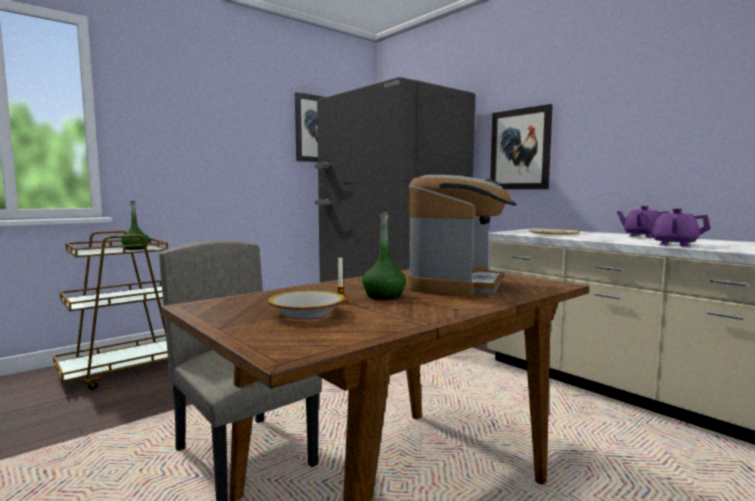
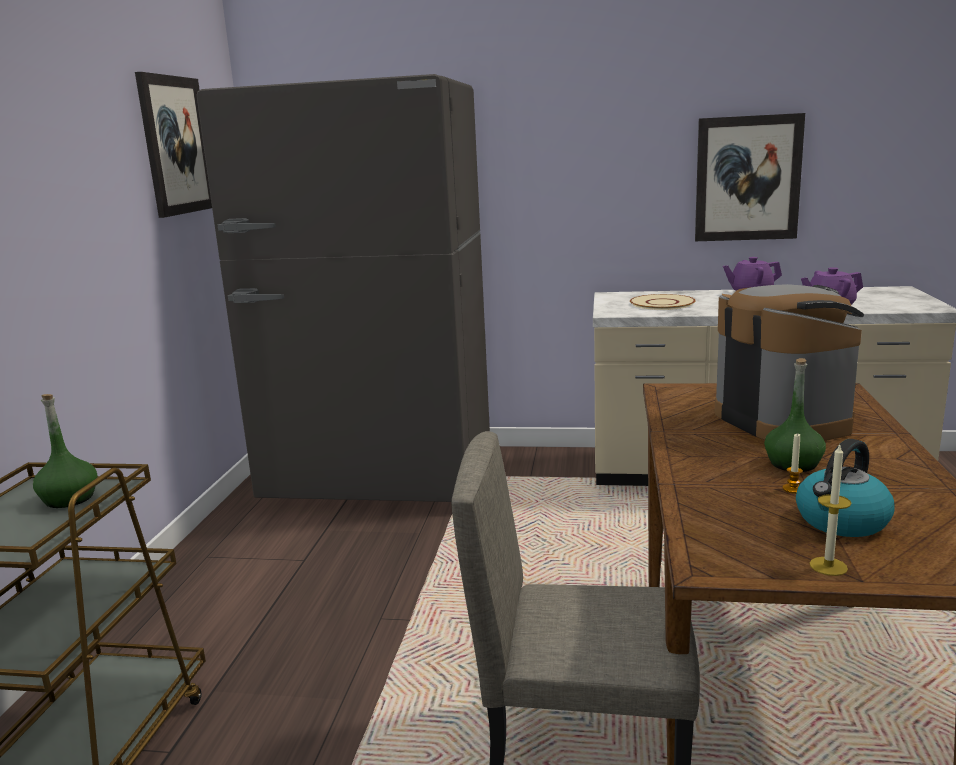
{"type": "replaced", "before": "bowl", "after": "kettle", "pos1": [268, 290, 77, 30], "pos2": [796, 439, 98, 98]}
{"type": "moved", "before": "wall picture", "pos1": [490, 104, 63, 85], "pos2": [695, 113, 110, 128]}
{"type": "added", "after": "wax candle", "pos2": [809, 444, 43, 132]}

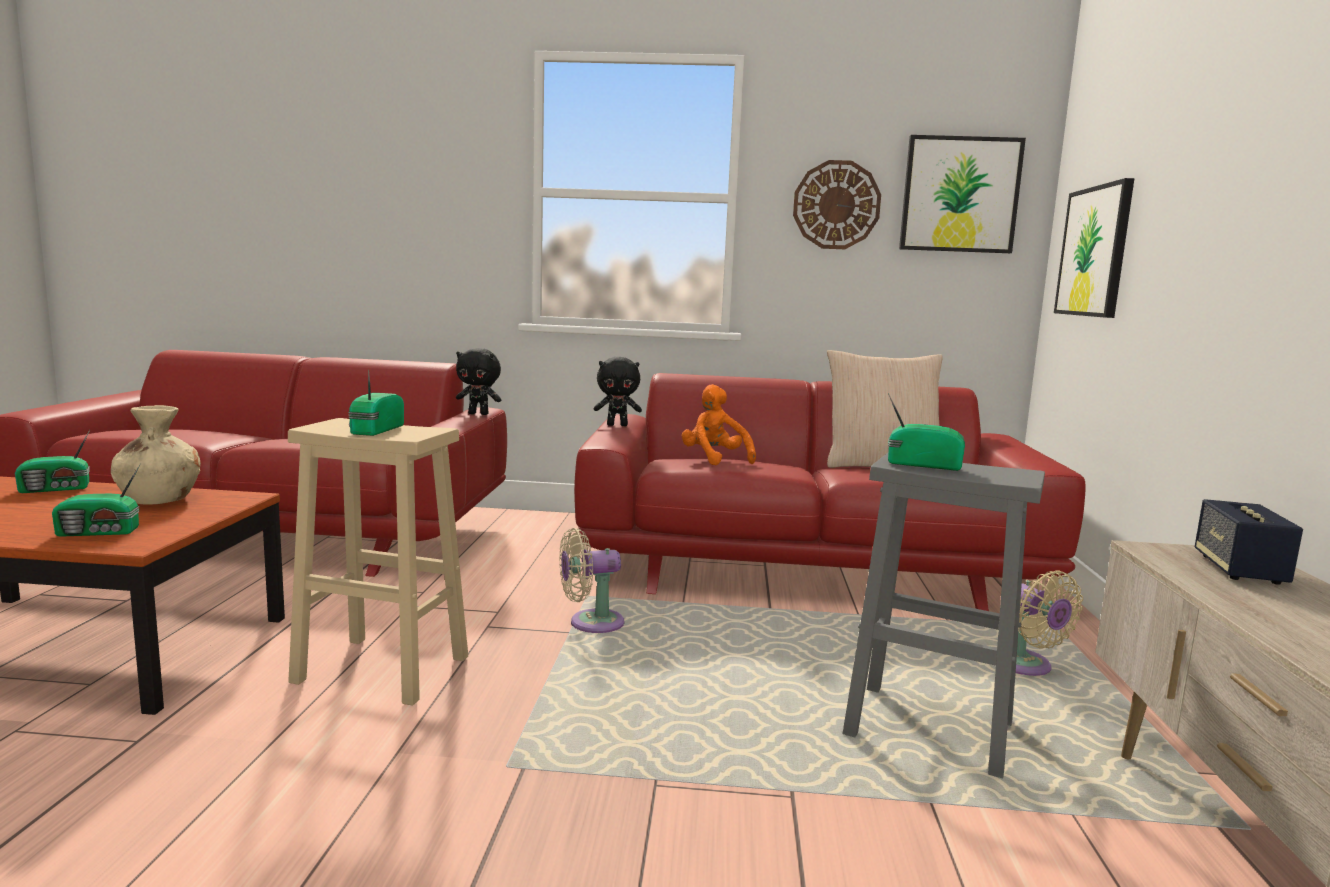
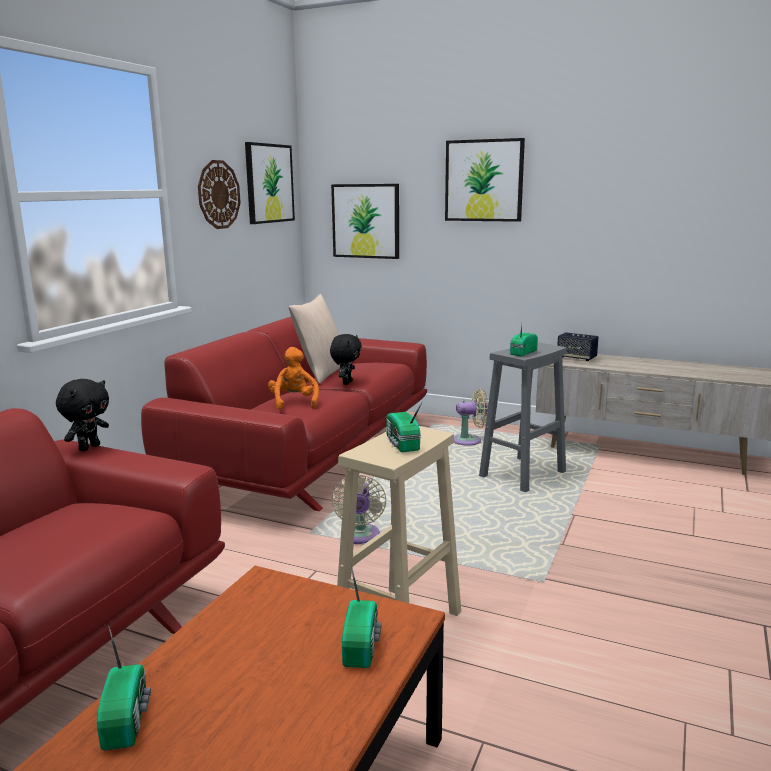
{"type": "removed", "before": "vase in beige-coloured", "pos1": [111, 405, 90, 100]}
{"type": "turned", "before": "radio", "pos1": [348, 370, 56, 66], "pos2": [386, 401, 37, 51], "turn": 45}
{"type": "moved", "before": "plush toy in black-coloured", "pos1": [594, 357, 48, 69], "pos2": [330, 334, 32, 51]}
{"type": "turned", "before": "plush toy in orange-coloured", "pos1": [682, 384, 74, 82], "pos2": [268, 347, 51, 63], "turn": 90}
{"type": "added", "after": "wall picture", "pos2": [445, 138, 80, 84]}

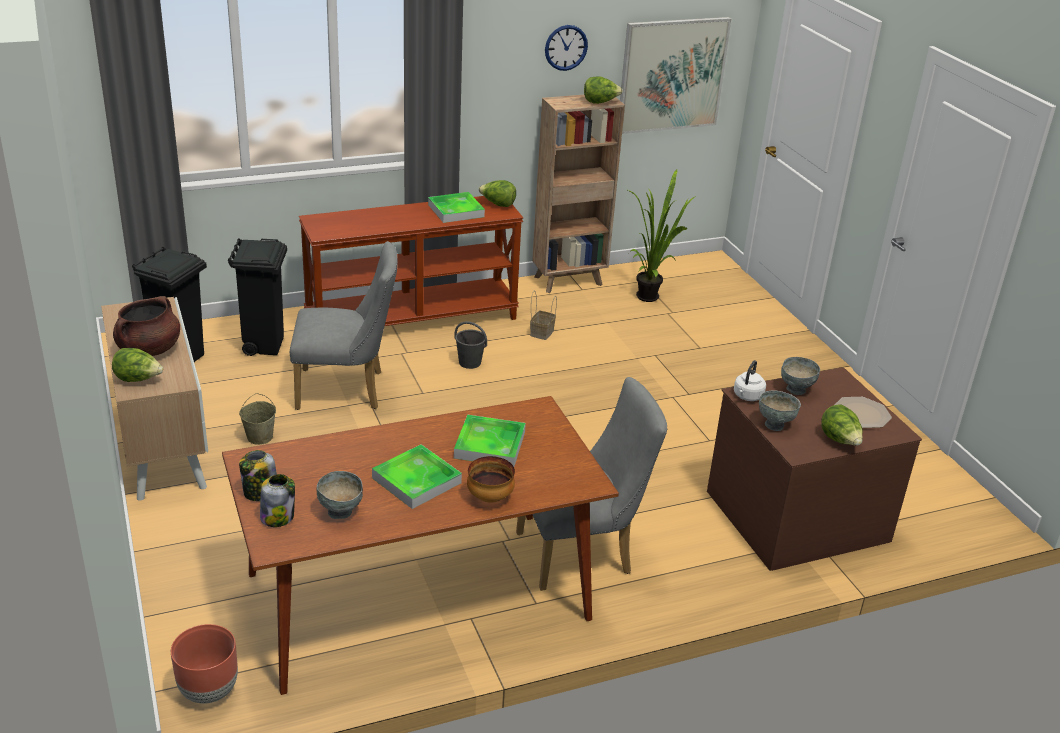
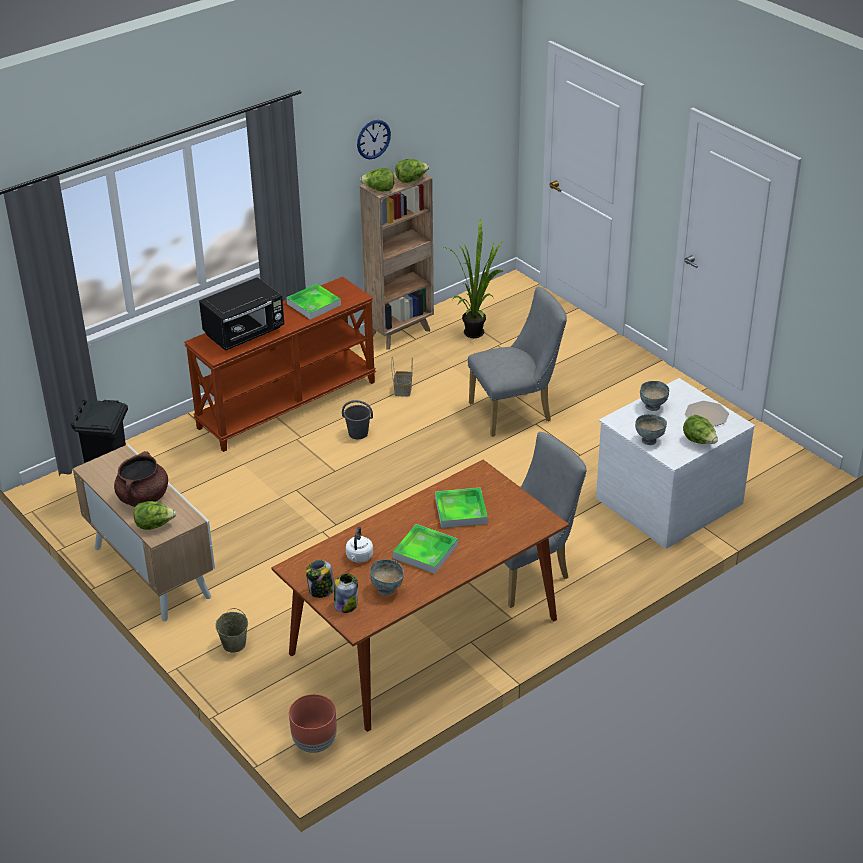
{"type": "removed", "before": "waste bin in black-coloured", "pos1": [228, 238, 59, 118]}
{"type": "moved", "before": "bucket in beige-coloured", "pos1": [239, 393, 37, 52], "pos2": [215, 608, 33, 45]}
{"type": "moved", "before": "plain chair in gray", "pos1": [290, 241, 108, 169], "pos2": [468, 287, 99, 150]}
{"type": "removed", "before": "bowl", "pos1": [467, 456, 48, 47]}
{"type": "moved", "before": "head of lettuce", "pos1": [479, 180, 37, 27], "pos2": [360, 168, 35, 23]}
{"type": "removed", "before": "wall picture", "pos1": [620, 17, 111, 117]}
{"type": "recoloured", "before": "chest of drawers in brown-coloured", "after": "chest of drawers in white", "pos1": [707, 367, 215, 204], "pos2": [596, 378, 159, 171]}
{"type": "moved", "before": "kettle in white", "pos1": [734, 360, 32, 41], "pos2": [346, 527, 27, 35]}
{"type": "added", "after": "microwave oven in black-coloured", "pos2": [199, 277, 85, 74]}

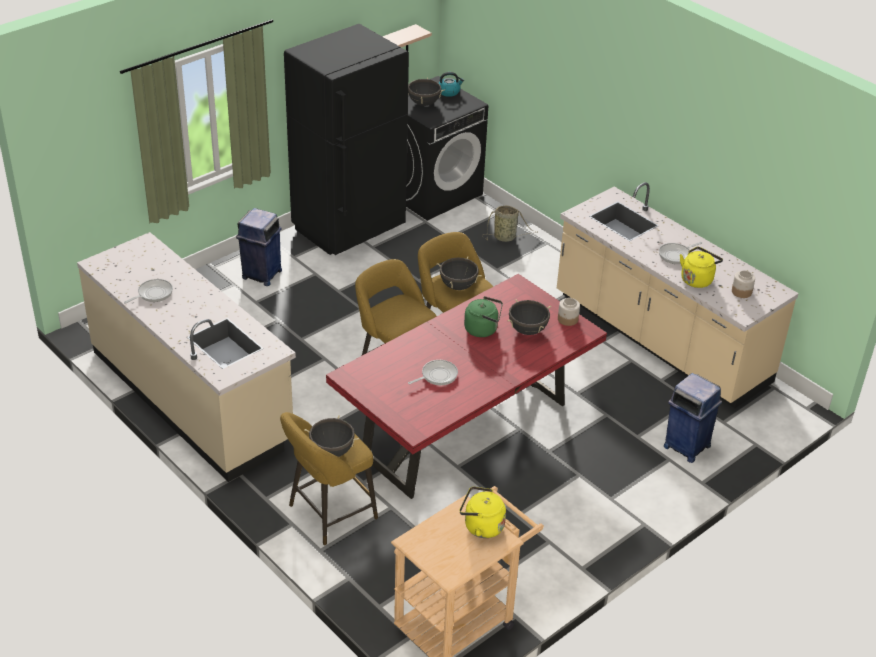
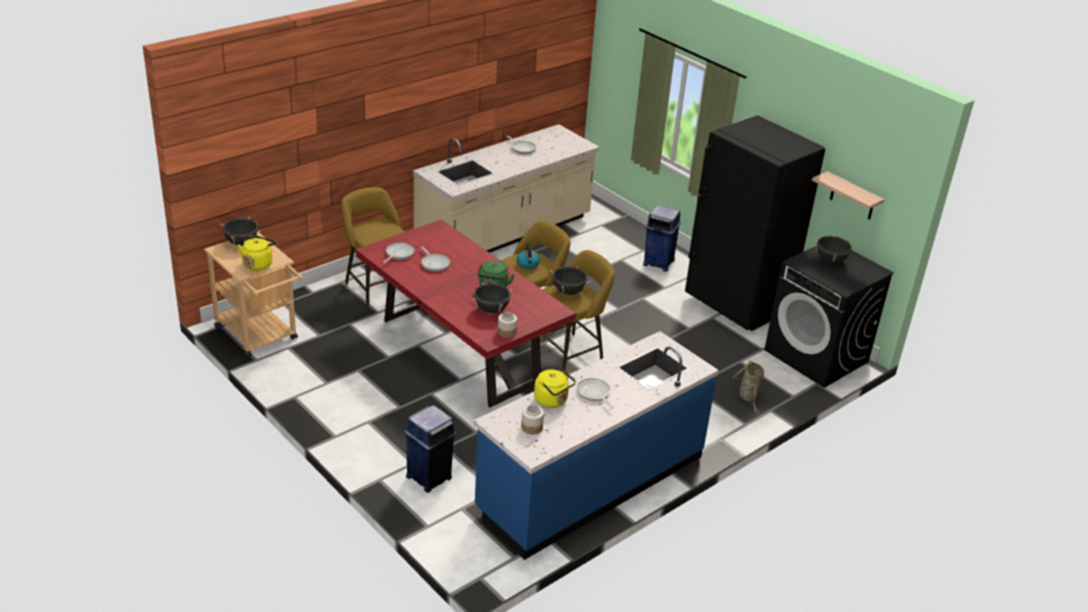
{"type": "moved", "before": "saucepot in black-coloured", "pos1": [304, 415, 55, 42], "pos2": [220, 217, 41, 29]}
{"type": "moved", "before": "kettle", "pos1": [439, 72, 25, 25], "pos2": [517, 243, 23, 26]}
{"type": "recoloured", "before": "kitchen base unit in beige-coloured", "after": "kitchen base unit in blue", "pos1": [557, 182, 242, 226], "pos2": [473, 331, 246, 229]}
{"type": "added", "after": "frying pan", "pos2": [383, 242, 32, 21]}

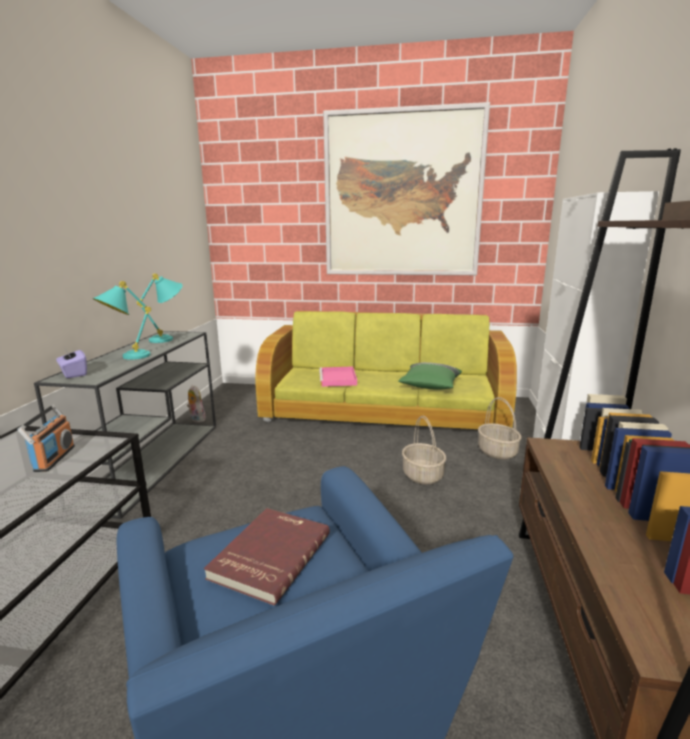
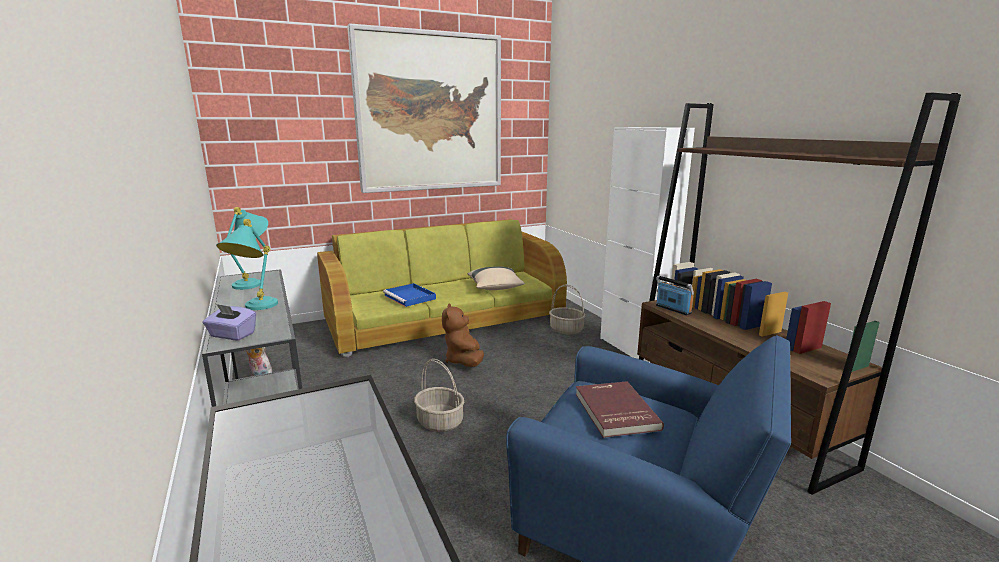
{"type": "moved", "before": "radio", "pos1": [17, 405, 58, 67], "pos2": [656, 276, 38, 39]}
{"type": "recoloured", "before": "carrying tray in pink", "after": "carrying tray in blue", "pos1": [319, 366, 38, 21], "pos2": [383, 283, 53, 24]}
{"type": "recoloured", "before": "pillow in greenish", "after": "pillow in beige-coloured", "pos1": [398, 362, 64, 28], "pos2": [468, 267, 57, 23]}
{"type": "moved", "before": "storage basket", "pos1": [402, 416, 44, 69], "pos2": [414, 359, 50, 73]}
{"type": "added", "after": "plush toy in brown-coloured", "pos2": [442, 303, 42, 64]}

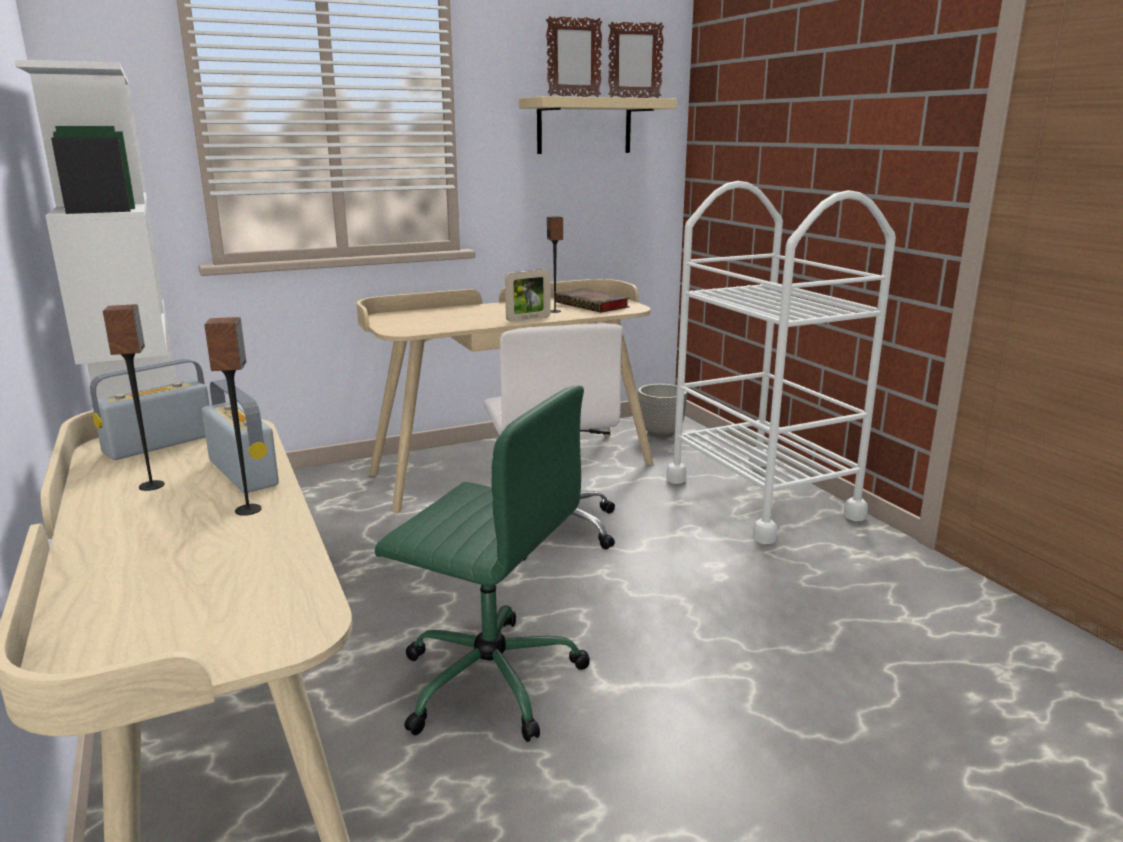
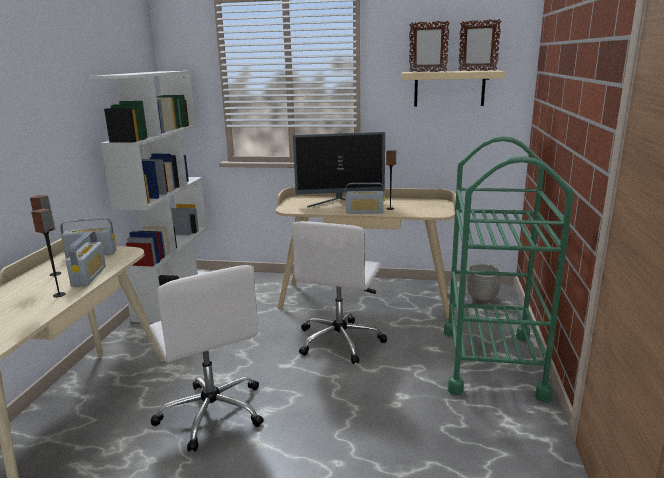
{"type": "recoloured", "before": "office chair in greenish", "after": "office chair in white", "pos1": [375, 386, 215, 356], "pos2": [149, 265, 115, 187]}
{"type": "replaced", "before": "picture frame", "after": "radio", "pos1": [505, 269, 45, 53], "pos2": [345, 183, 40, 31]}
{"type": "removed", "before": "volume", "pos1": [556, 288, 74, 25]}
{"type": "recoloured", "before": "cart in white", "after": "cart in greenish", "pos1": [666, 181, 230, 363], "pos2": [444, 136, 130, 266]}
{"type": "added", "after": "computer screen", "pos2": [293, 132, 92, 76]}

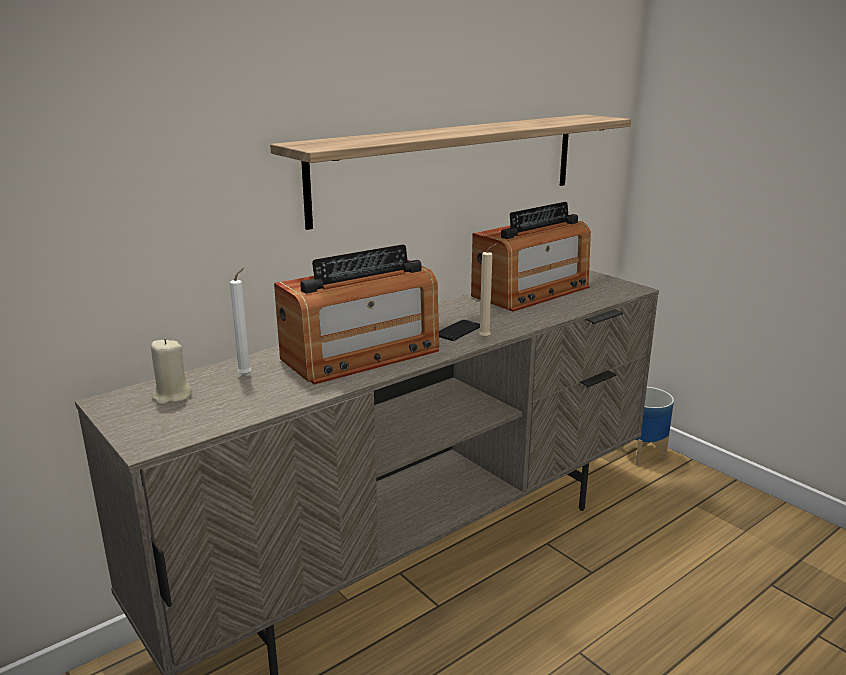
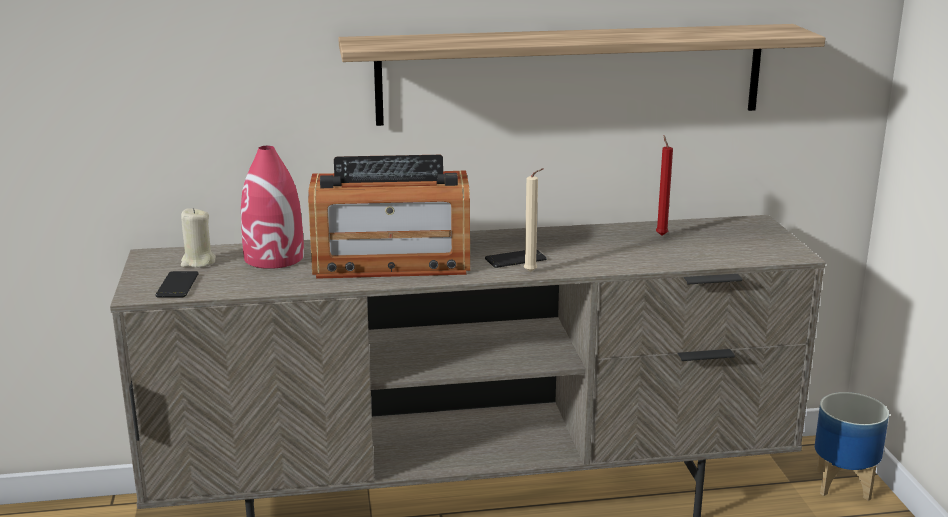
{"type": "replaced", "before": "wax candle in white", "after": "vase in reddish", "pos1": [230, 268, 22, 108], "pos2": [241, 146, 63, 123]}
{"type": "replaced", "before": "radio", "after": "wax candle in reddish", "pos1": [471, 202, 120, 110], "pos2": [656, 135, 17, 101]}
{"type": "added", "after": "phone", "pos2": [156, 271, 43, 27]}

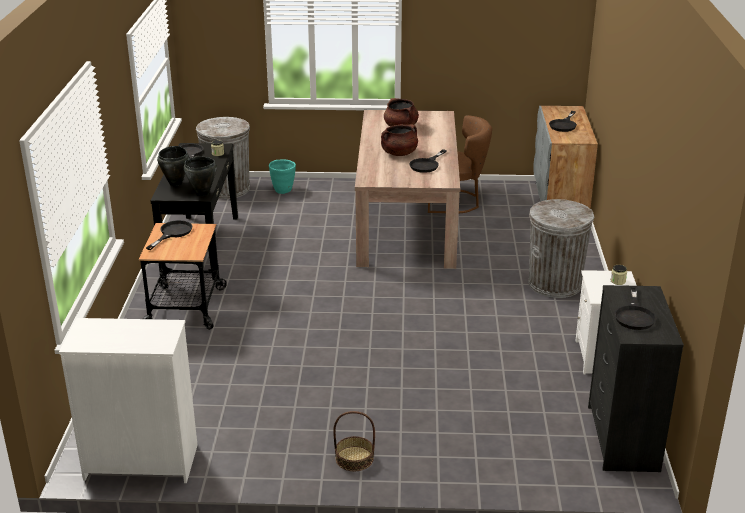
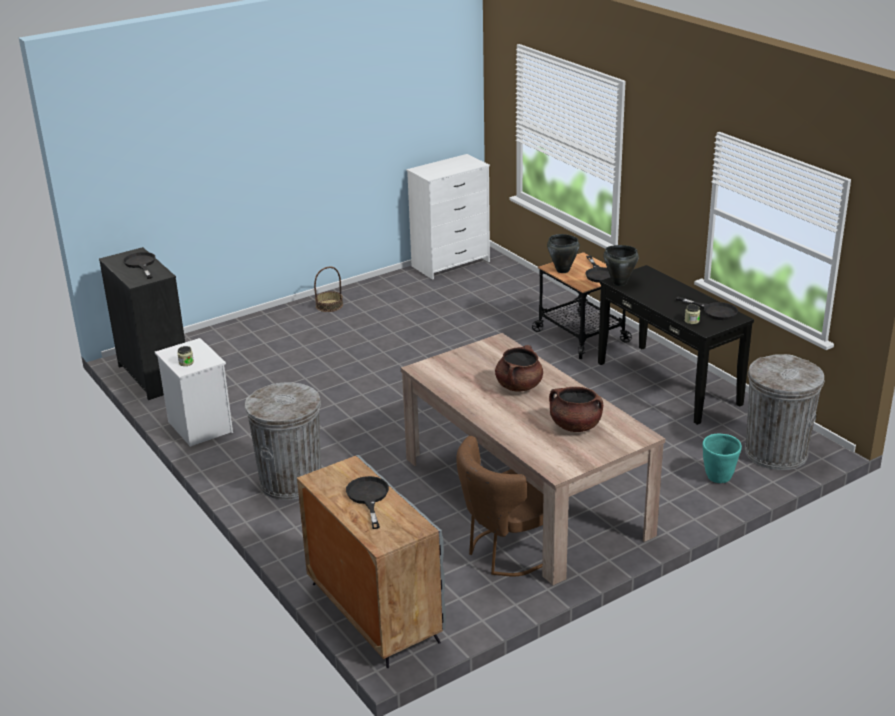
{"type": "moved", "before": "saucepot in black-coloured", "pos1": [157, 146, 32, 40], "pos2": [547, 234, 33, 39]}
{"type": "removed", "before": "frying pan in black-coloured", "pos1": [409, 149, 38, 24]}

